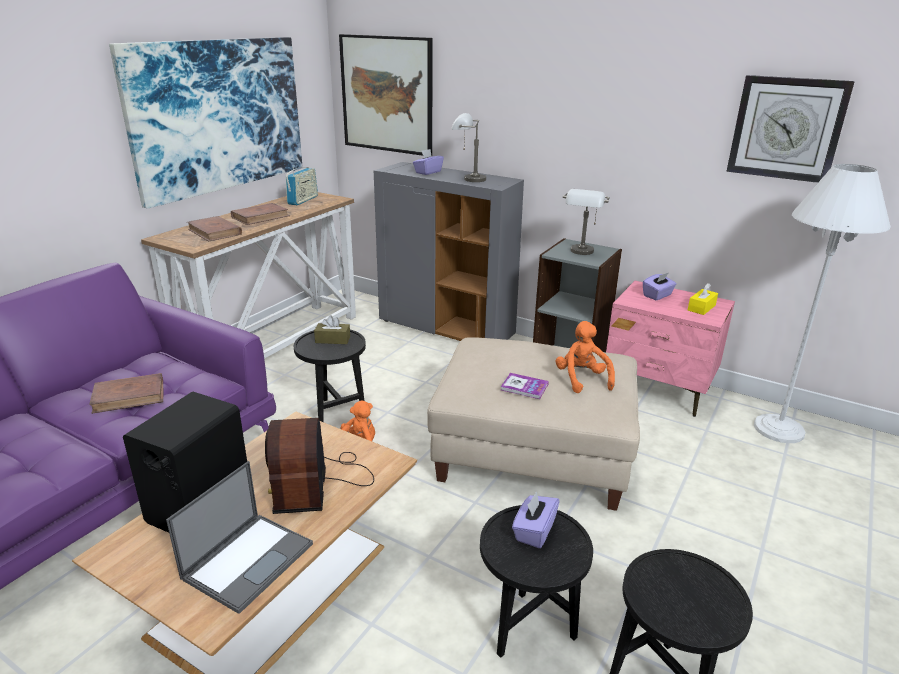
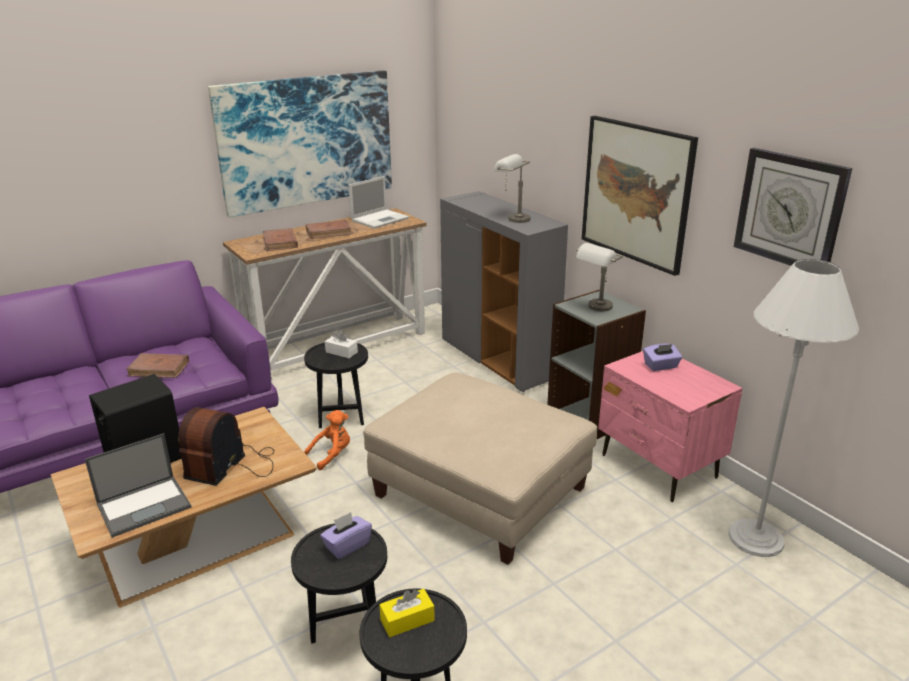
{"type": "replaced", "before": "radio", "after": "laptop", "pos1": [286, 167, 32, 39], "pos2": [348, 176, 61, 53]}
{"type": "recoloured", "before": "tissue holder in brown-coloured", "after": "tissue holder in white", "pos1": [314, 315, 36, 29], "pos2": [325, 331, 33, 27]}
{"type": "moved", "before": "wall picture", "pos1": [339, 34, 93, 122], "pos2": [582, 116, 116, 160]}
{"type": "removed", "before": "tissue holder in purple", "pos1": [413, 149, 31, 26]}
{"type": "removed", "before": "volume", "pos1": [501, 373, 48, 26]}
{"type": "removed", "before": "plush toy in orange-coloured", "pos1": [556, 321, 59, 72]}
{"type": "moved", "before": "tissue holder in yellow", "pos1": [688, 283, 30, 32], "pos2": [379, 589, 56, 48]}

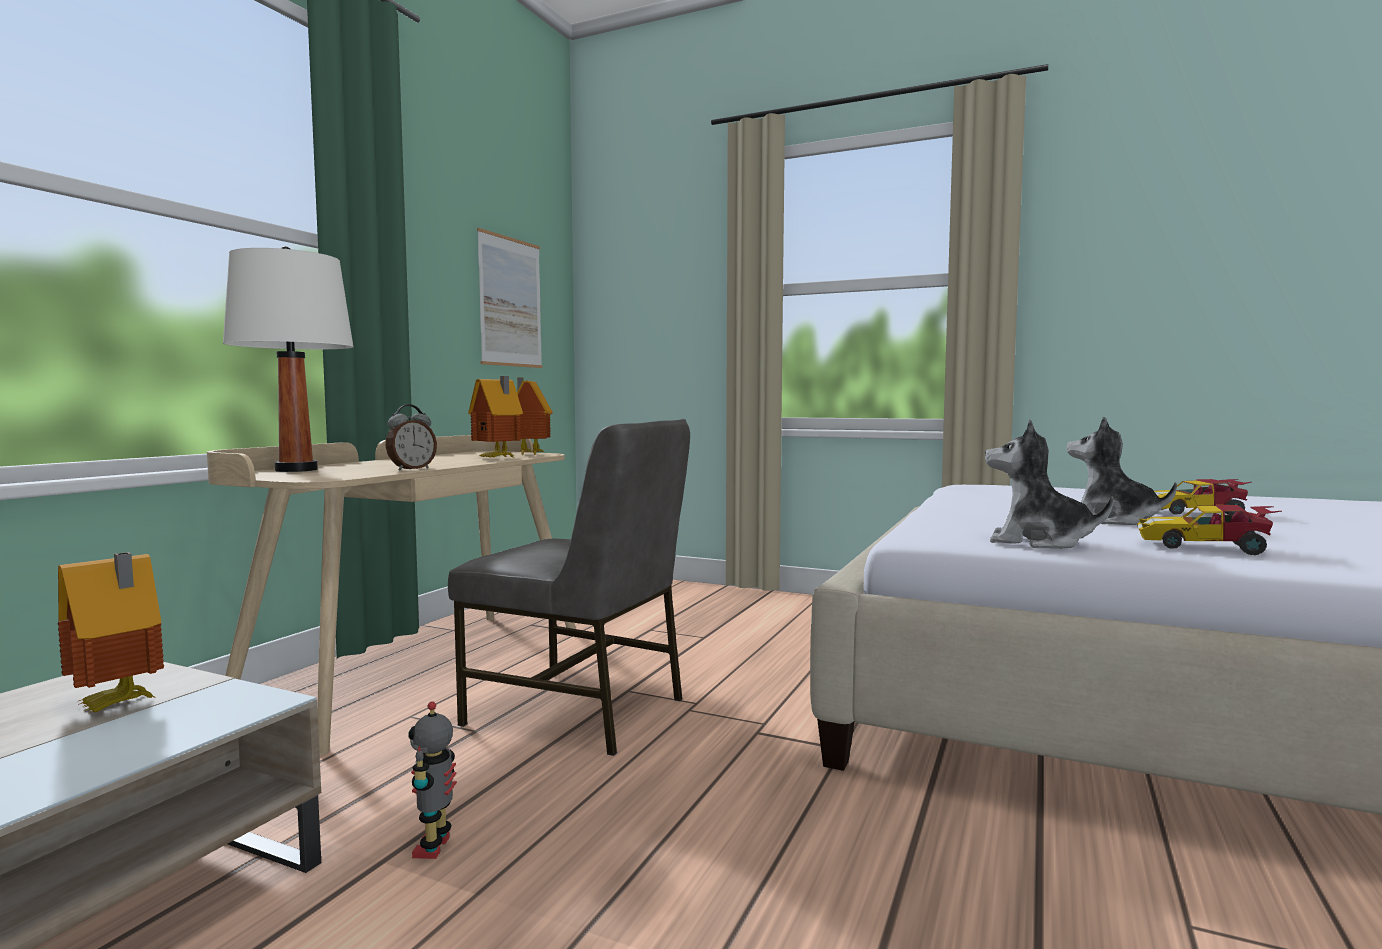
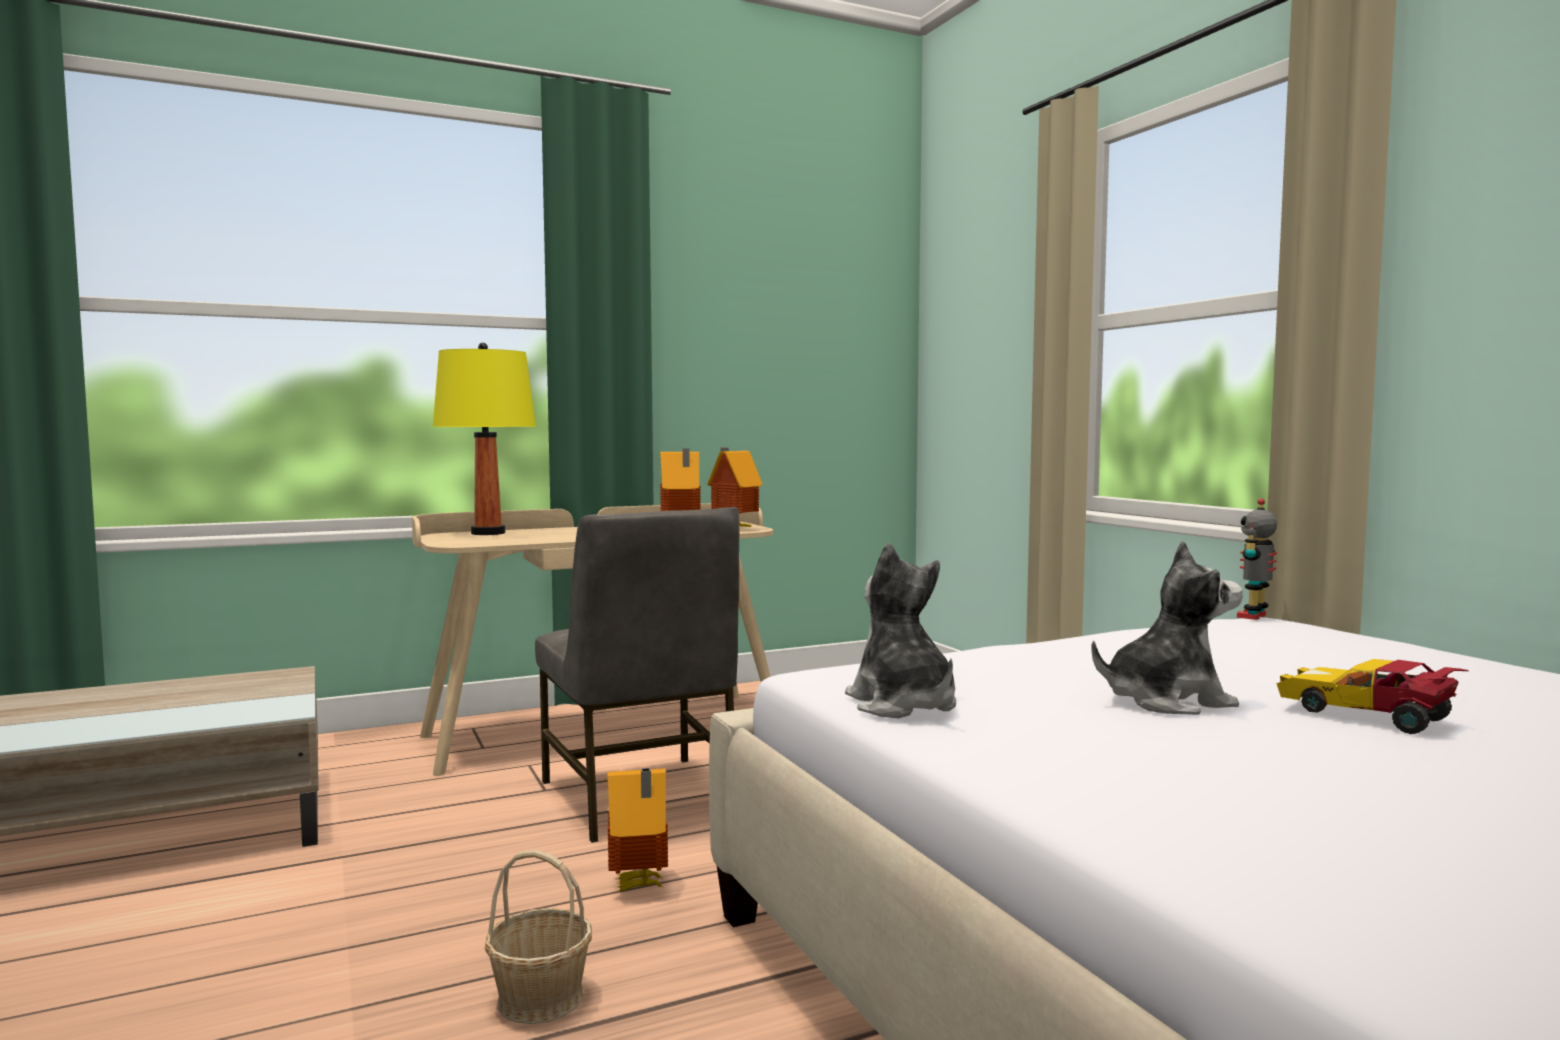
{"type": "moved", "before": "model house", "pos1": [58, 552, 106, 161], "pos2": [608, 768, 60, 123]}
{"type": "recoloured", "before": "table lamp in white", "after": "table lamp in yellow", "pos1": [223, 246, 131, 226], "pos2": [433, 343, 103, 192]}
{"type": "removed", "before": "bedside clock", "pos1": [386, 404, 51, 66]}
{"type": "moved", "before": "toy robot", "pos1": [408, 702, 49, 157], "pos2": [1237, 498, 40, 122]}
{"type": "removed", "before": "wall picture", "pos1": [477, 228, 65, 140]}
{"type": "turned", "before": "plush toy", "pos1": [1066, 417, 111, 108], "pos2": [1091, 541, 152, 174], "turn": 90}
{"type": "removed", "before": "miniature car", "pos1": [1137, 505, 145, 50]}
{"type": "added", "after": "storage basket", "pos2": [485, 850, 107, 174]}

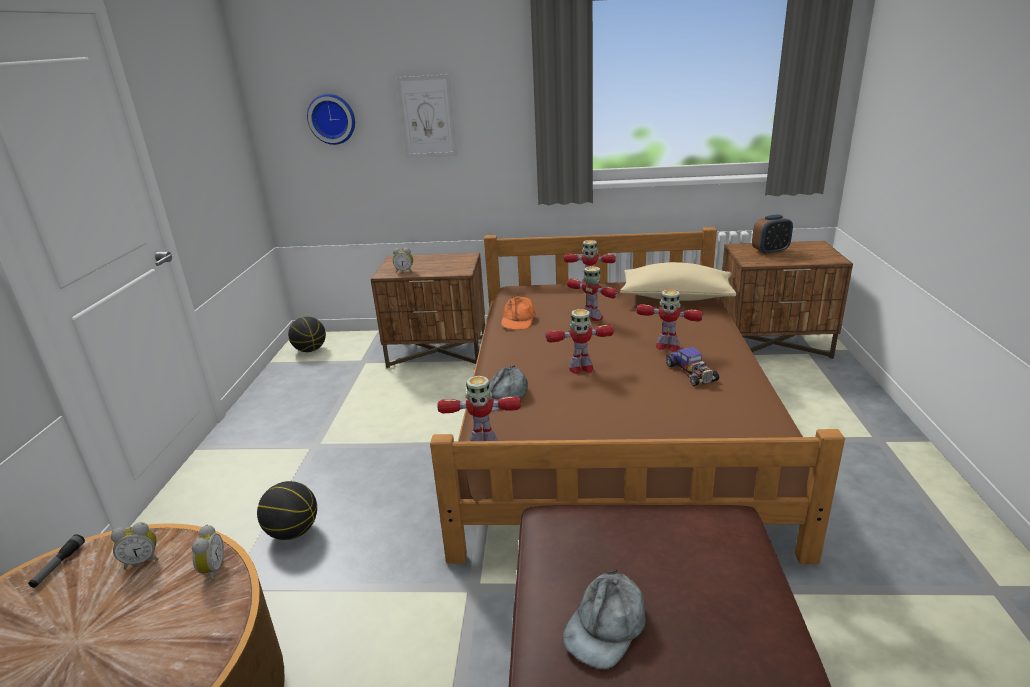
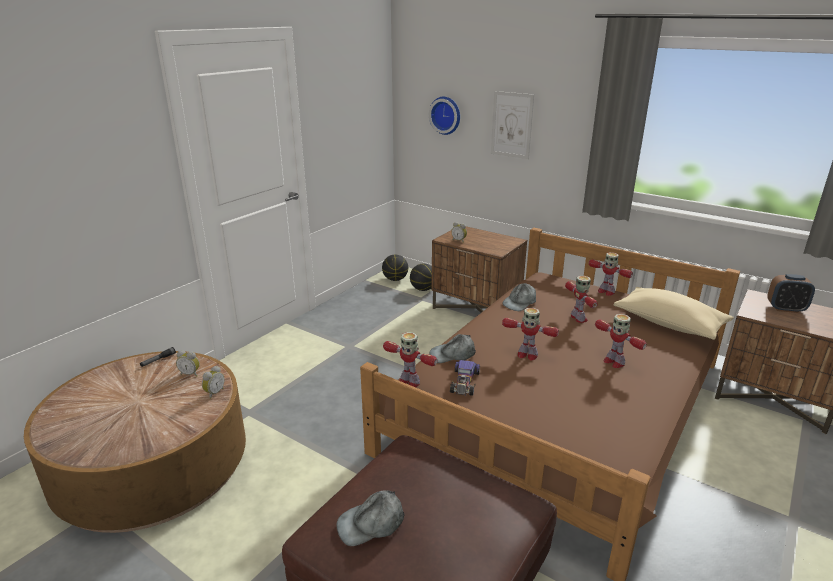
{"type": "moved", "before": "basketball", "pos1": [257, 481, 60, 59], "pos2": [410, 264, 22, 27]}
{"type": "recoloured", "before": "peaked cap in orange-coloured", "after": "peaked cap in gray", "pos1": [501, 296, 35, 34], "pos2": [502, 283, 34, 28]}
{"type": "moved", "before": "miniature car", "pos1": [666, 347, 53, 39], "pos2": [450, 360, 30, 36]}

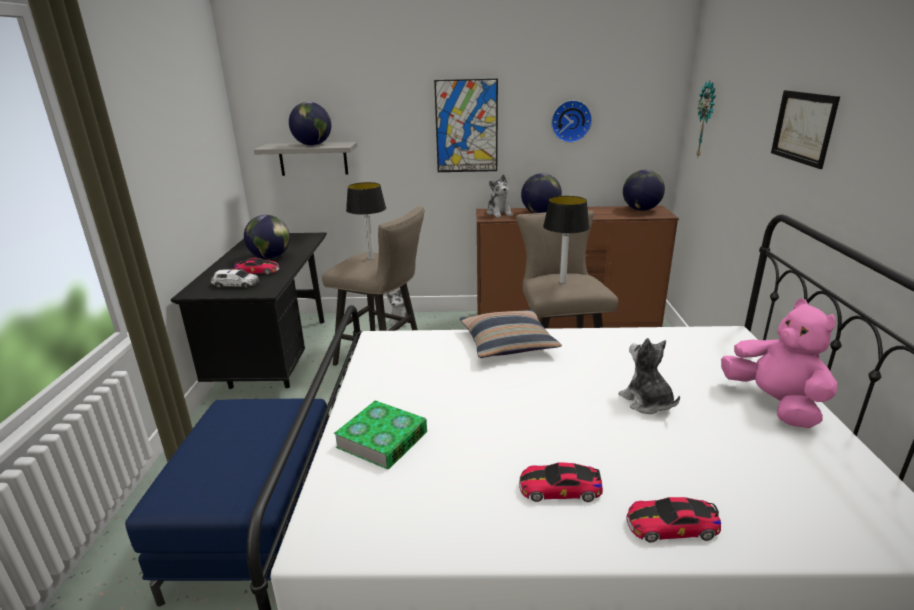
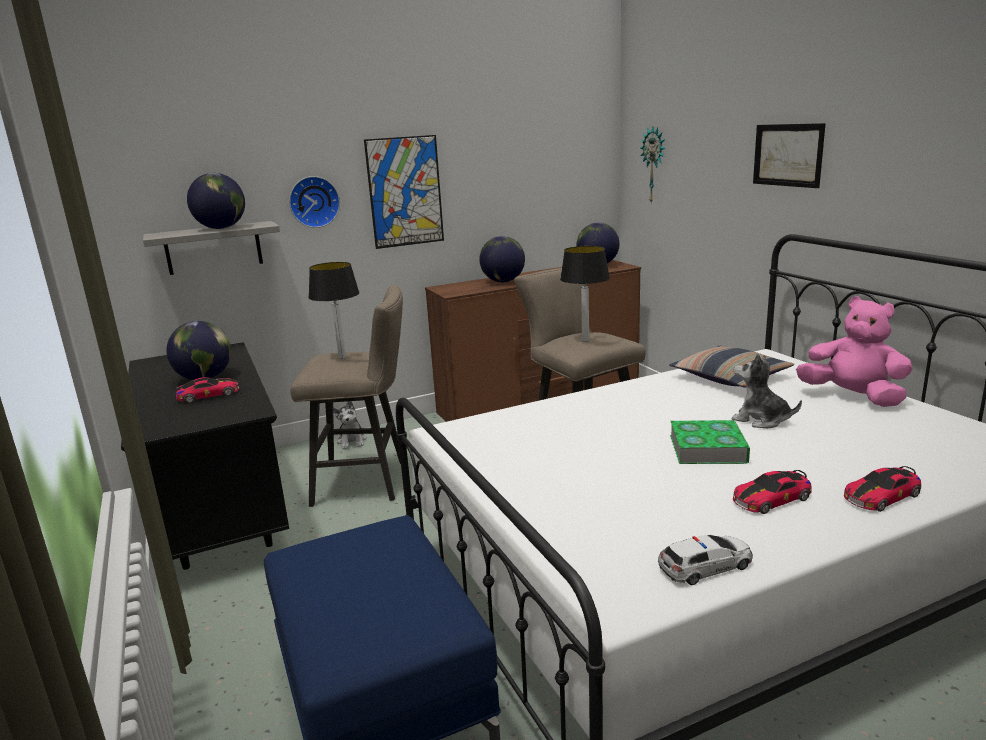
{"type": "moved", "before": "miniature car", "pos1": [211, 269, 48, 19], "pos2": [658, 535, 95, 50]}
{"type": "moved", "before": "volume", "pos1": [334, 400, 93, 69], "pos2": [670, 420, 80, 44]}
{"type": "moved", "before": "pillow", "pos1": [460, 309, 102, 49], "pos2": [669, 346, 125, 41]}
{"type": "removed", "before": "plush toy", "pos1": [487, 174, 26, 43]}
{"type": "moved", "before": "clock on the wall", "pos1": [551, 100, 41, 43], "pos2": [289, 176, 51, 52]}

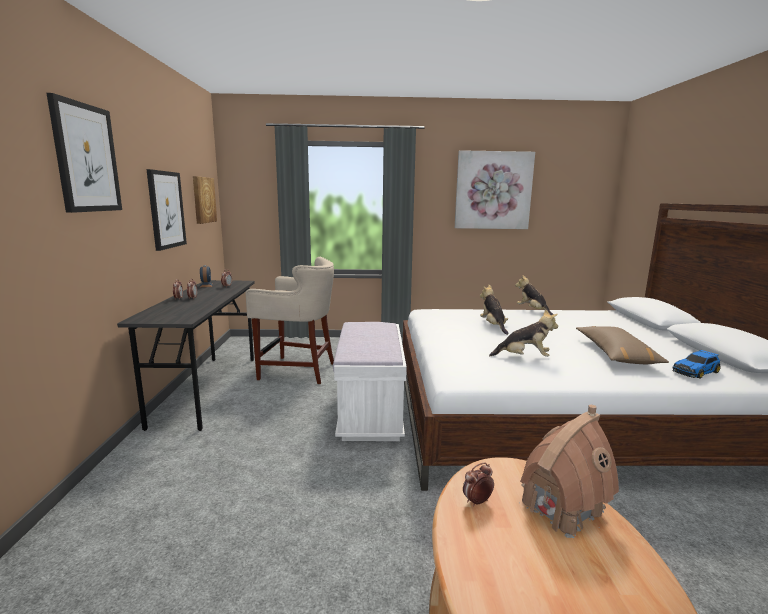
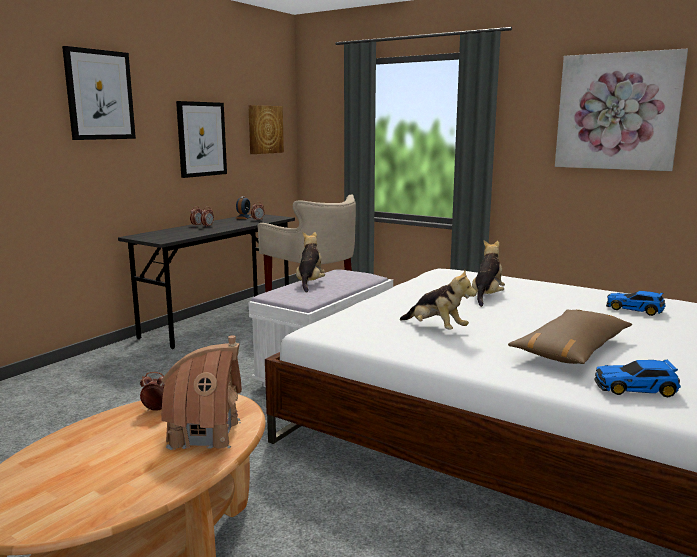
{"type": "moved", "before": "plush toy", "pos1": [515, 275, 38, 40], "pos2": [296, 232, 29, 61]}
{"type": "added", "after": "miniature car", "pos2": [606, 291, 59, 25]}

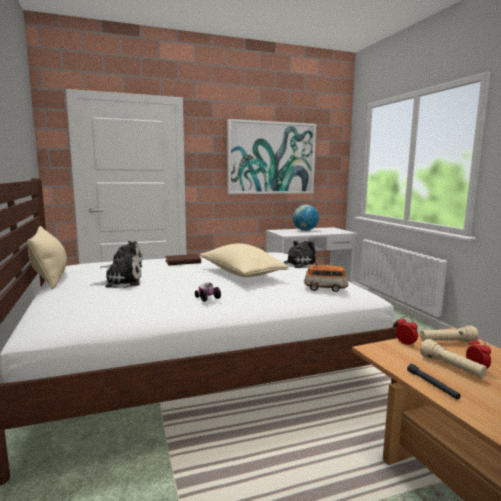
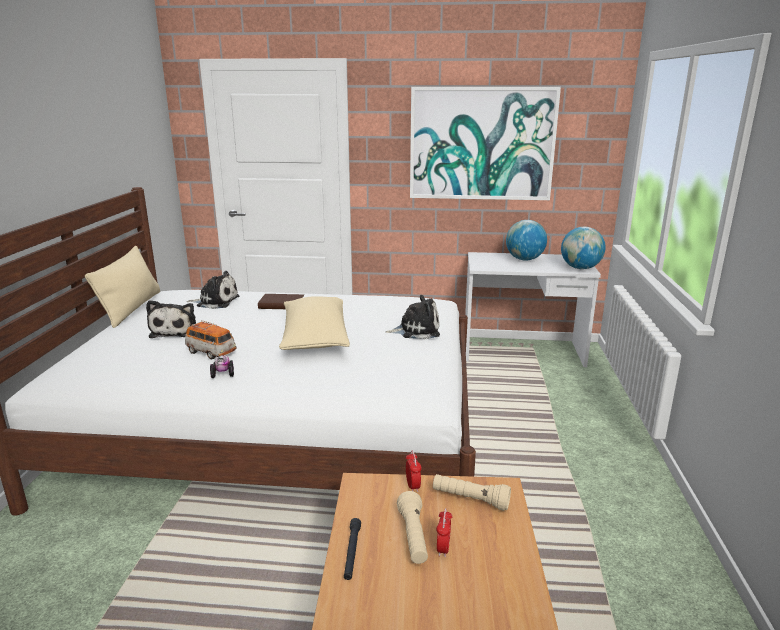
{"type": "turned", "before": "plush toy", "pos1": [90, 253, 51, 35], "pos2": [146, 300, 50, 38], "turn": 75}
{"type": "moved", "before": "miniature car", "pos1": [304, 264, 44, 28], "pos2": [185, 320, 51, 39]}
{"type": "added", "after": "world globe", "pos2": [561, 227, 45, 42]}

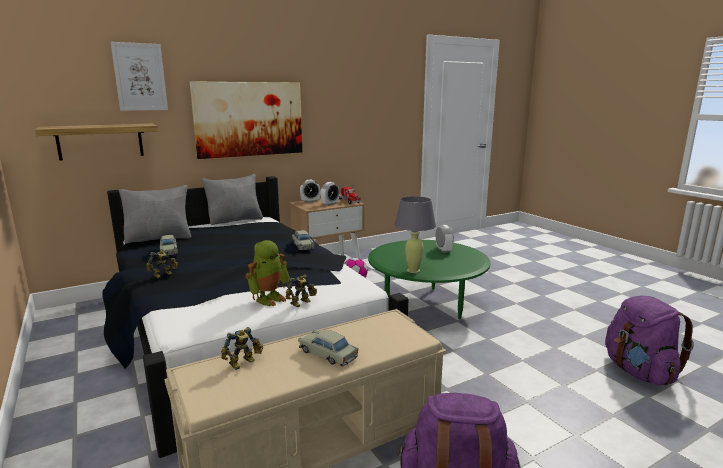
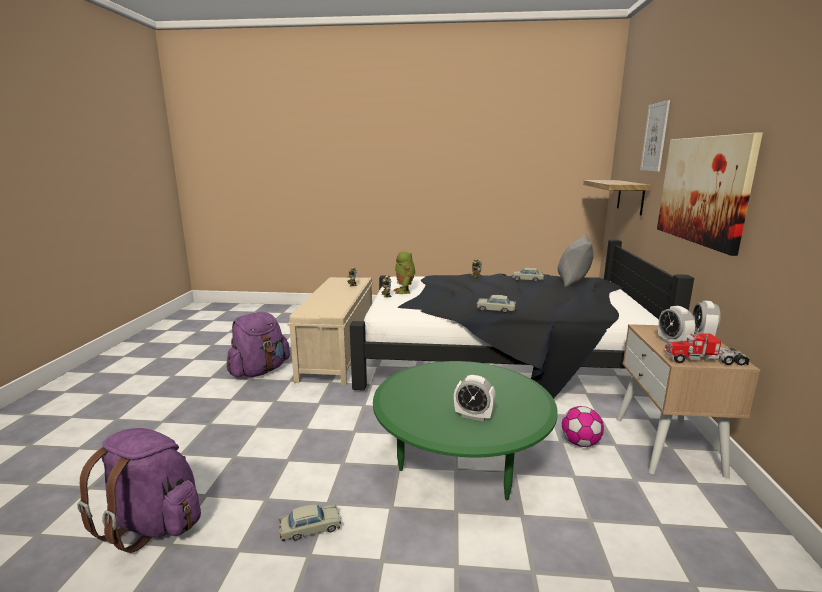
{"type": "removed", "before": "pillow in gray", "pos1": [202, 174, 61, 51]}
{"type": "moved", "before": "miniature car in beige-coloured", "pos1": [298, 330, 60, 36], "pos2": [279, 504, 62, 37]}
{"type": "removed", "before": "table lamp in gray", "pos1": [394, 196, 42, 77]}

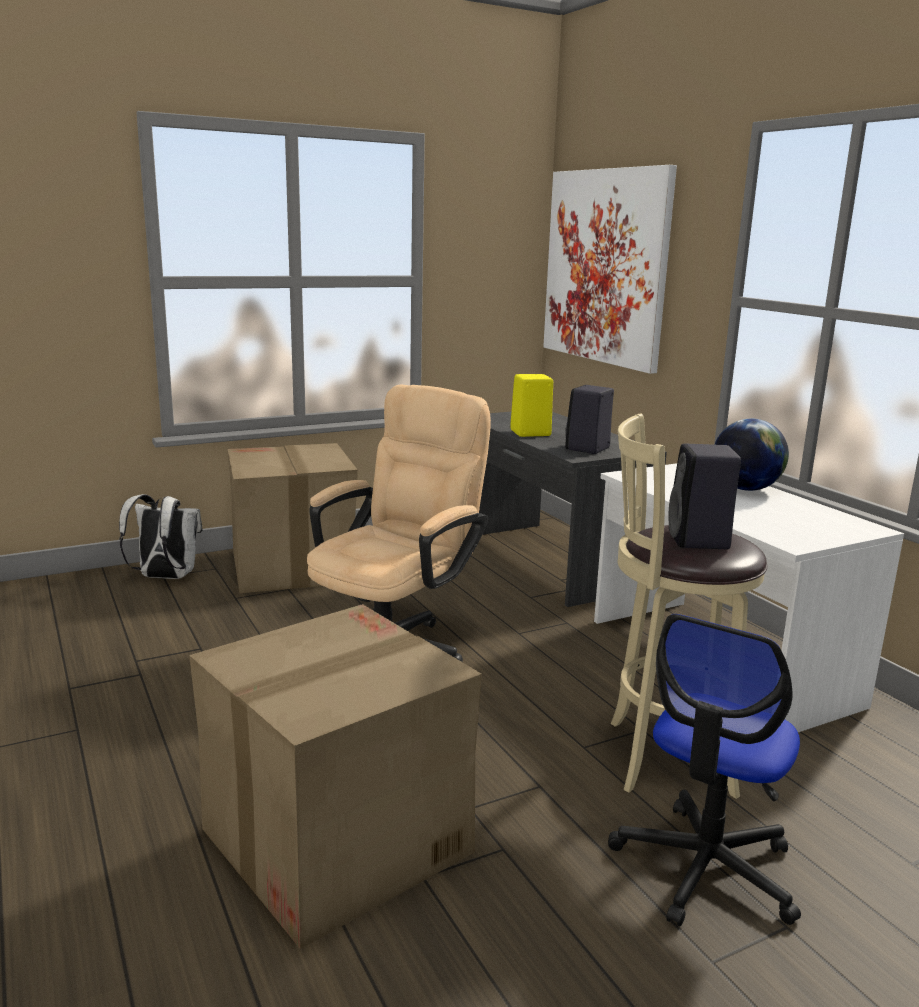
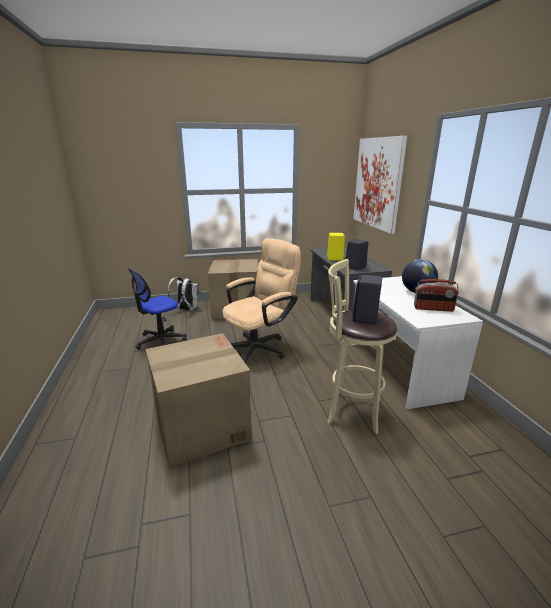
{"type": "moved", "before": "office chair", "pos1": [608, 614, 193, 312], "pos2": [128, 268, 59, 82]}
{"type": "added", "after": "radio", "pos2": [414, 279, 45, 33]}

